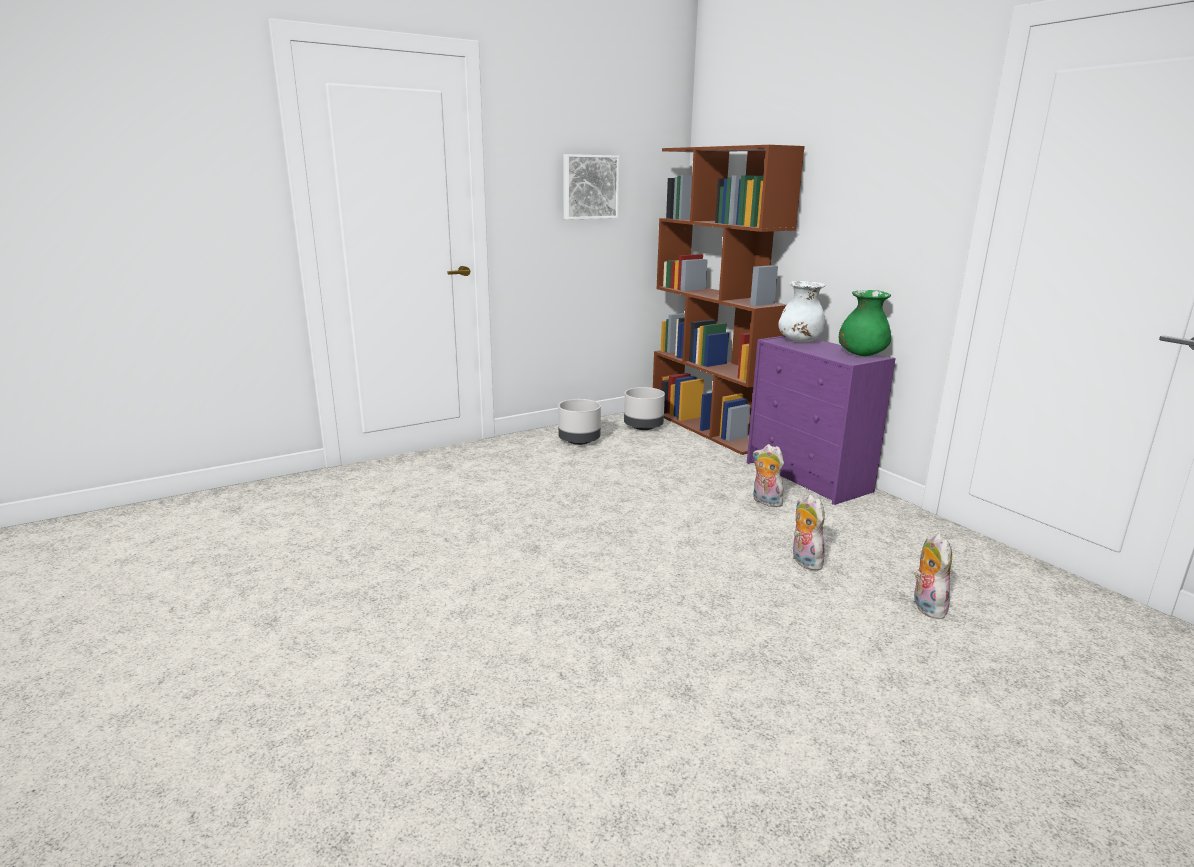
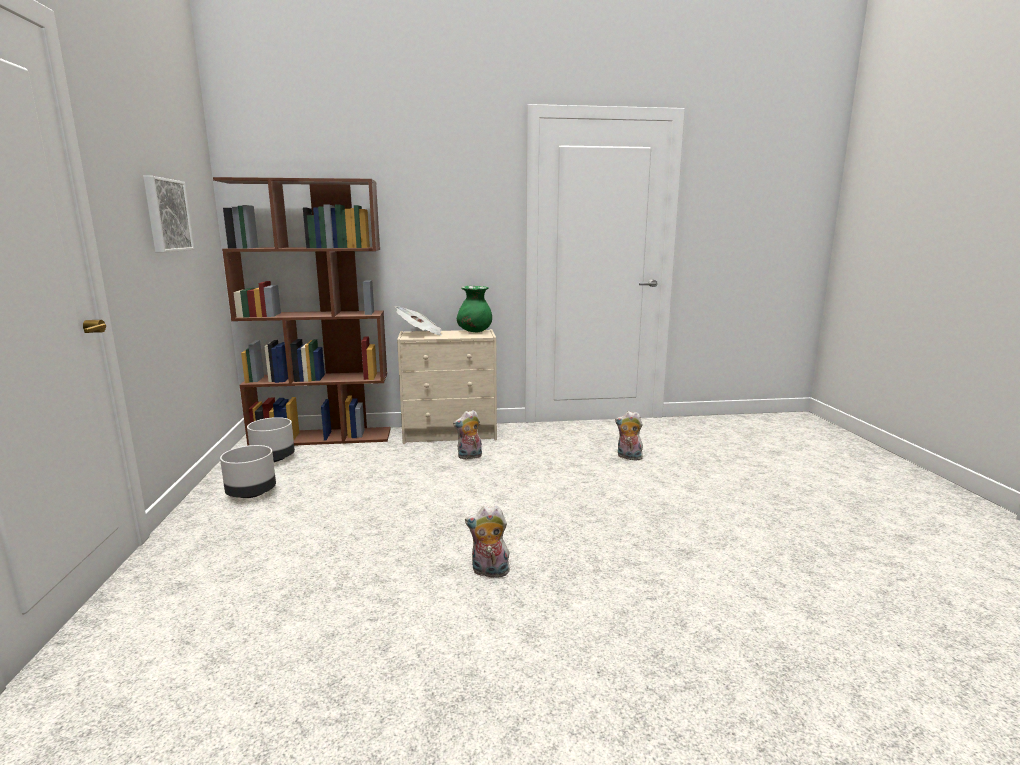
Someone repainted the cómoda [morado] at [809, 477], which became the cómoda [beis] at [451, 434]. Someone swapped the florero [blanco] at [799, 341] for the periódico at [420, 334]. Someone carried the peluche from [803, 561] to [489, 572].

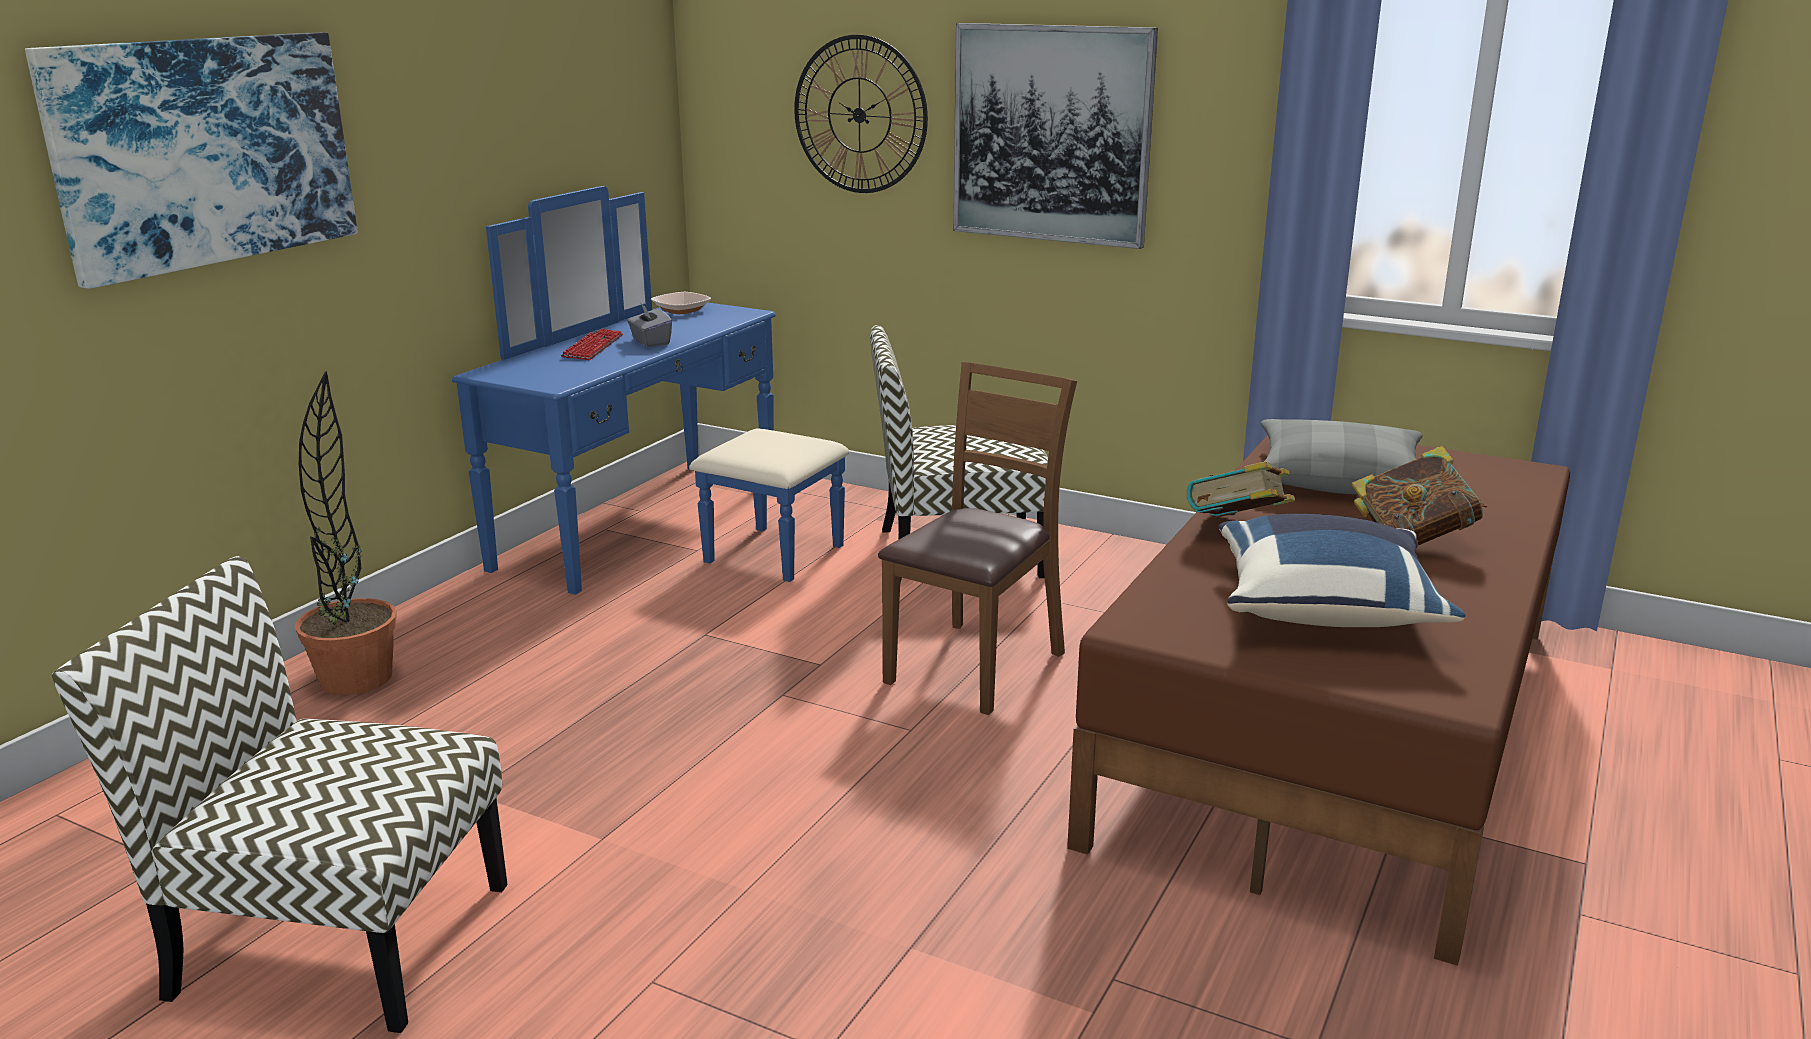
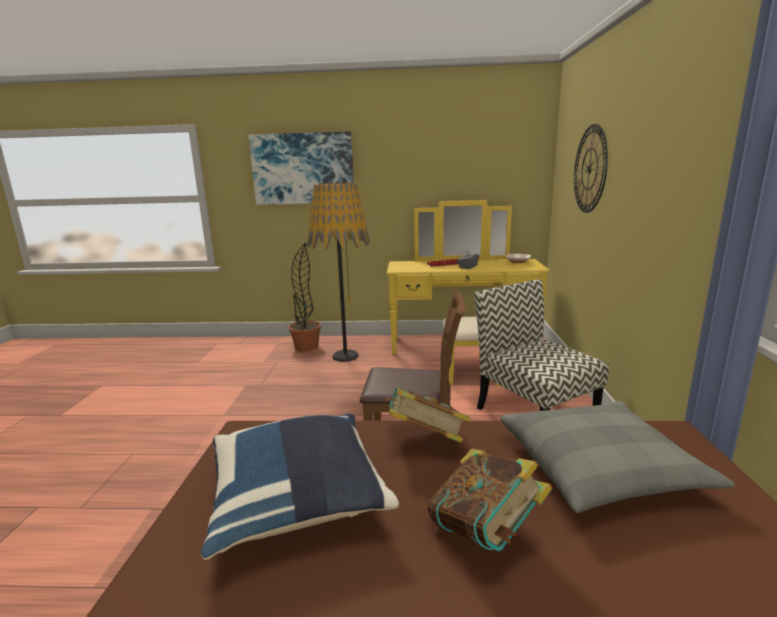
Someone took away the silla at [336, 939]. Someone repainted the cómoda [azul] at [671, 529], which became the cómoda [amarillo] at [465, 351]. Someone took away the cuadro at [1051, 134]. Someone put down the lámpara de pie at [345, 356].

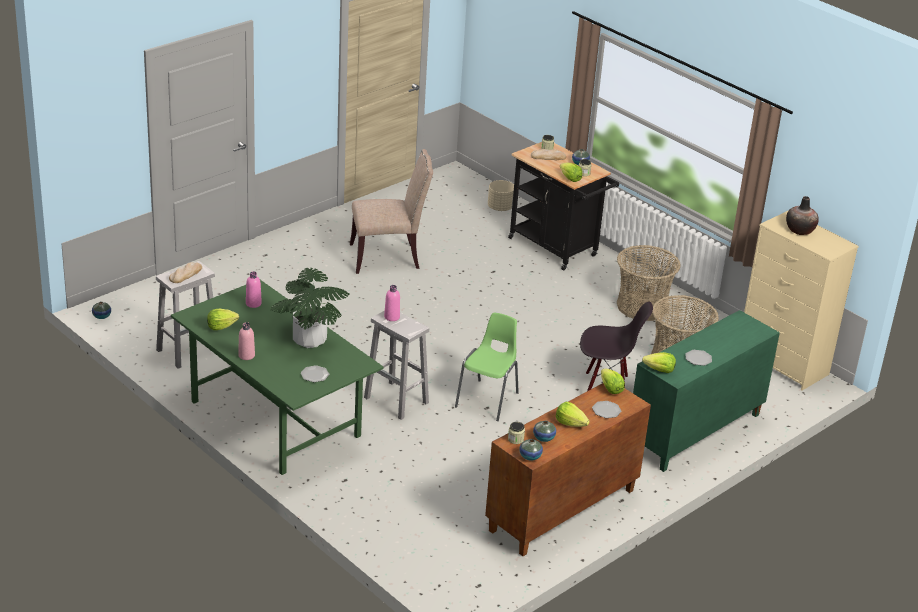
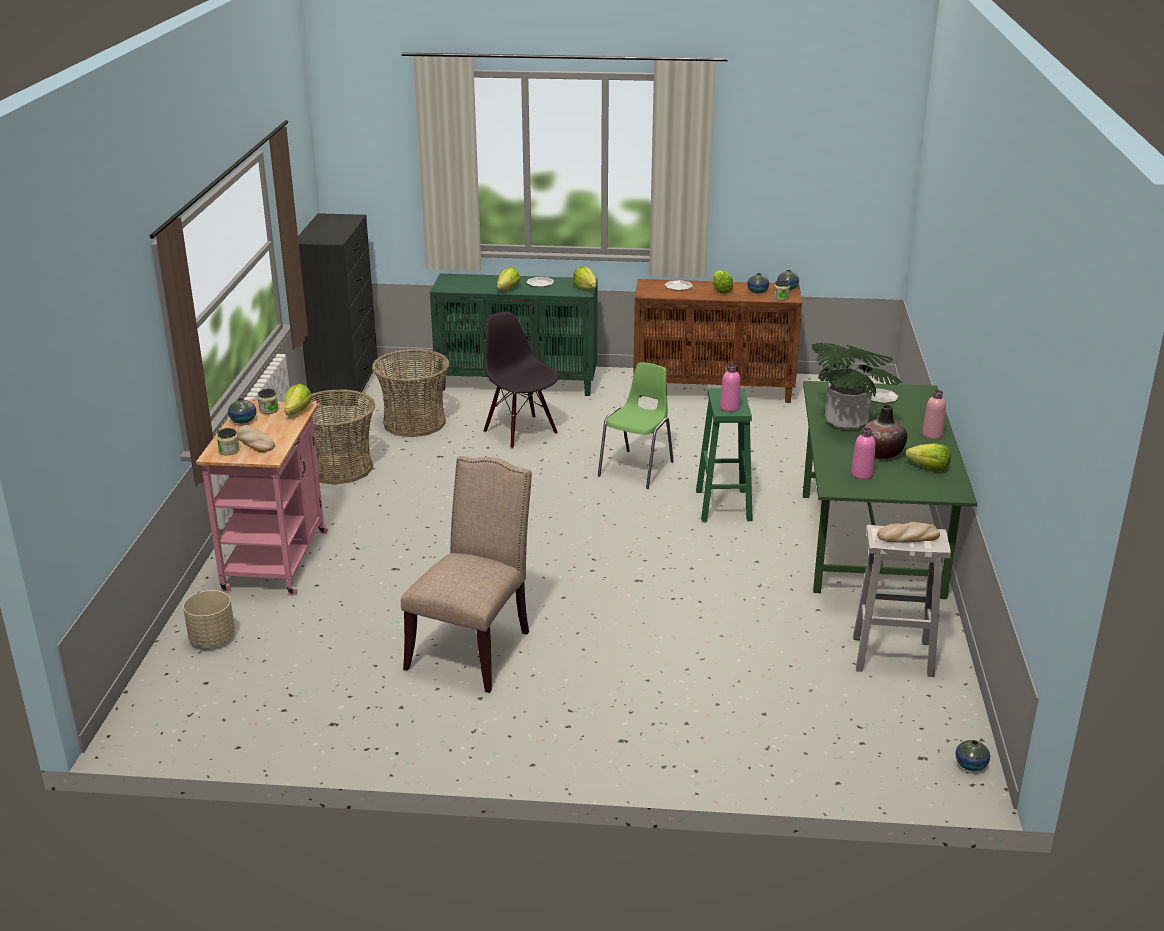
Someone rotated the silla [beis] at [388, 257] by 75 degrees clockwise. Someone repainted the taburete [blanco] at [397, 400], which became the taburete [verde] at [723, 505]. Someone rotated the silla [verde] at [488, 400] by 135 degrees clockwise. Someone repainted the carrito [negro] at [557, 249], which became the carrito [rosa] at [278, 556]. Someone carried the lechuga from [610, 389] to [508, 289]. Someone repainted the cómoda [beis] at [783, 364], which became the cómoda [negro] at [345, 385]. Someone carried the florero from [800, 230] to [882, 453].

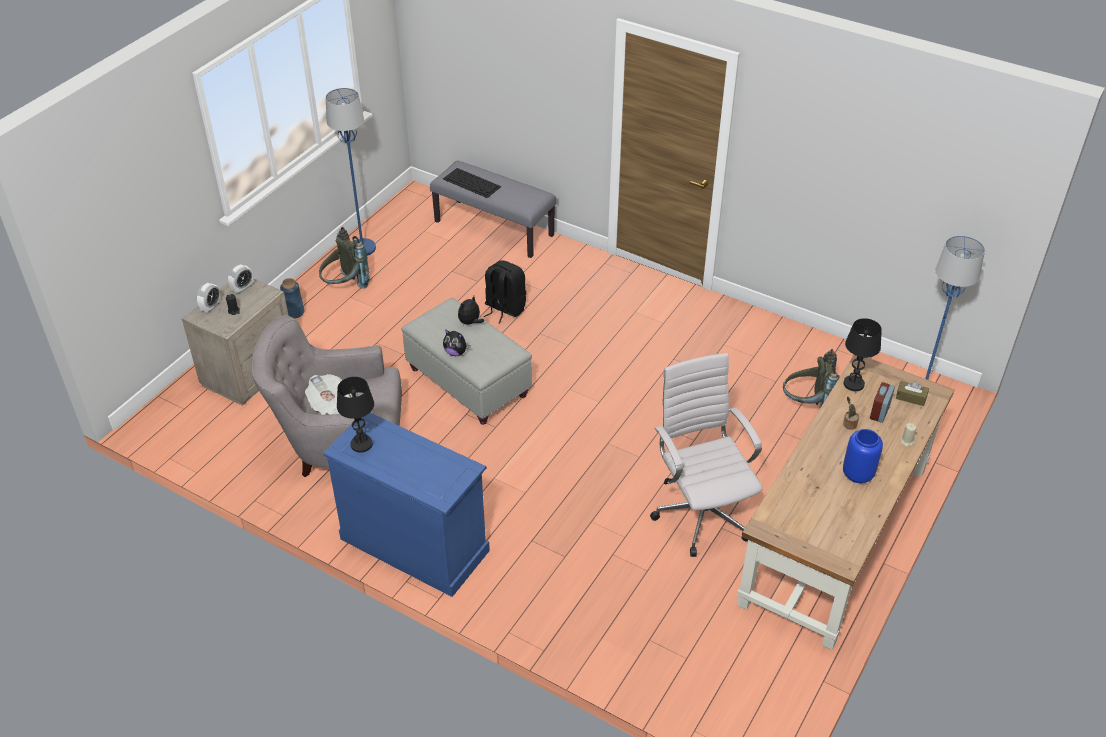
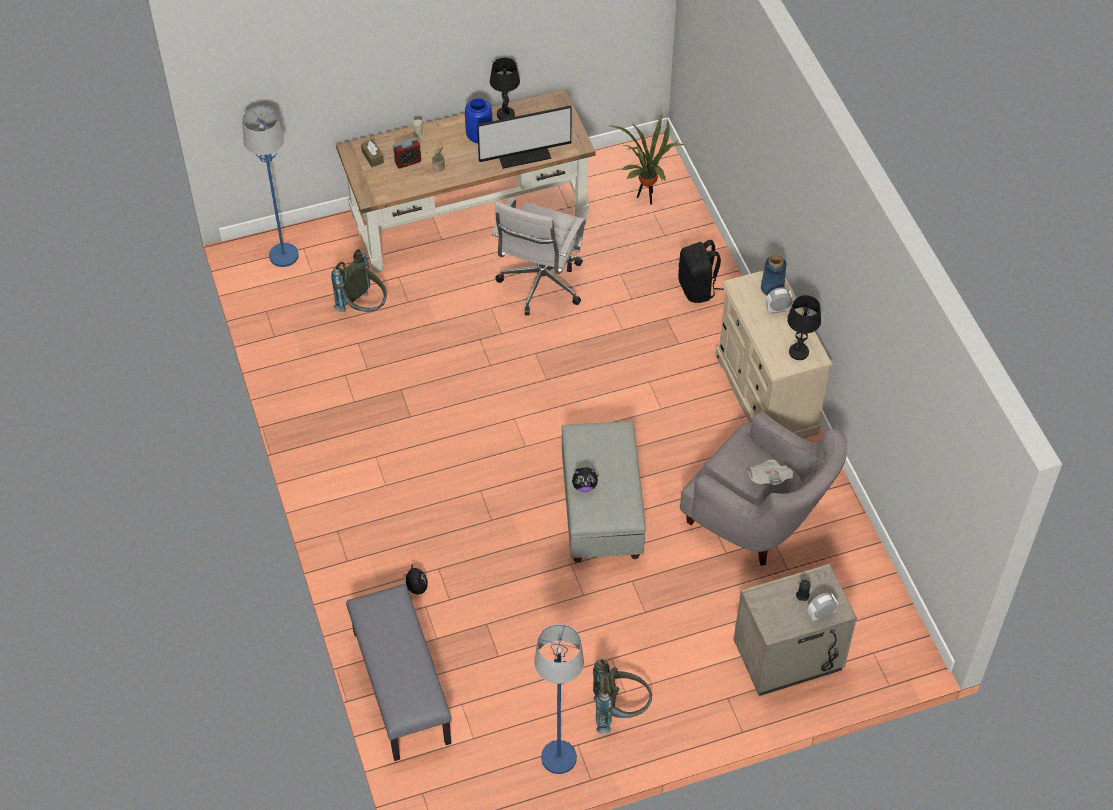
Someone carried the despertador from [242, 288] to [778, 309]. Someone carried the florero [azul] from [294, 312] to [772, 288]. Someone repainted the cómoda [azul] at [414, 544], which became the cómoda [beis] at [765, 394]. Someone took away the teclado at [472, 183]. Someone carried the peluche from [456, 352] to [415, 589]. Someone carried the mochila [negro] from [504, 309] to [697, 289]. Someone carried the lámpara de mesa [negro] from [853, 384] to [506, 114]. Someone put down the monitor at [523, 154]. Someone put down the planta en maceta at [645, 197].

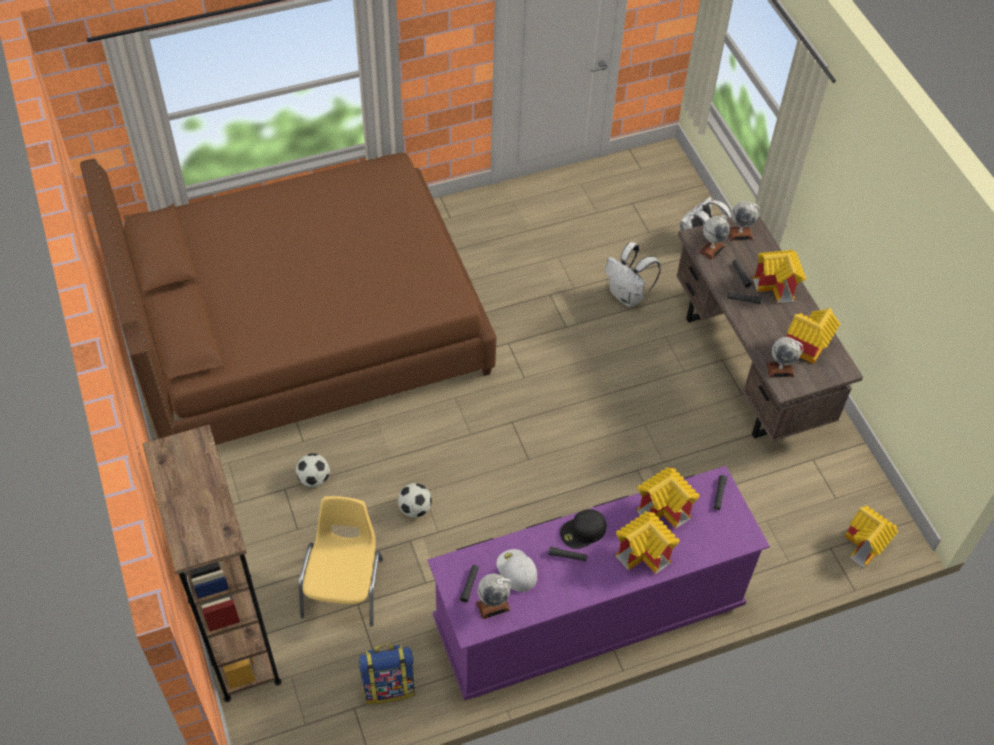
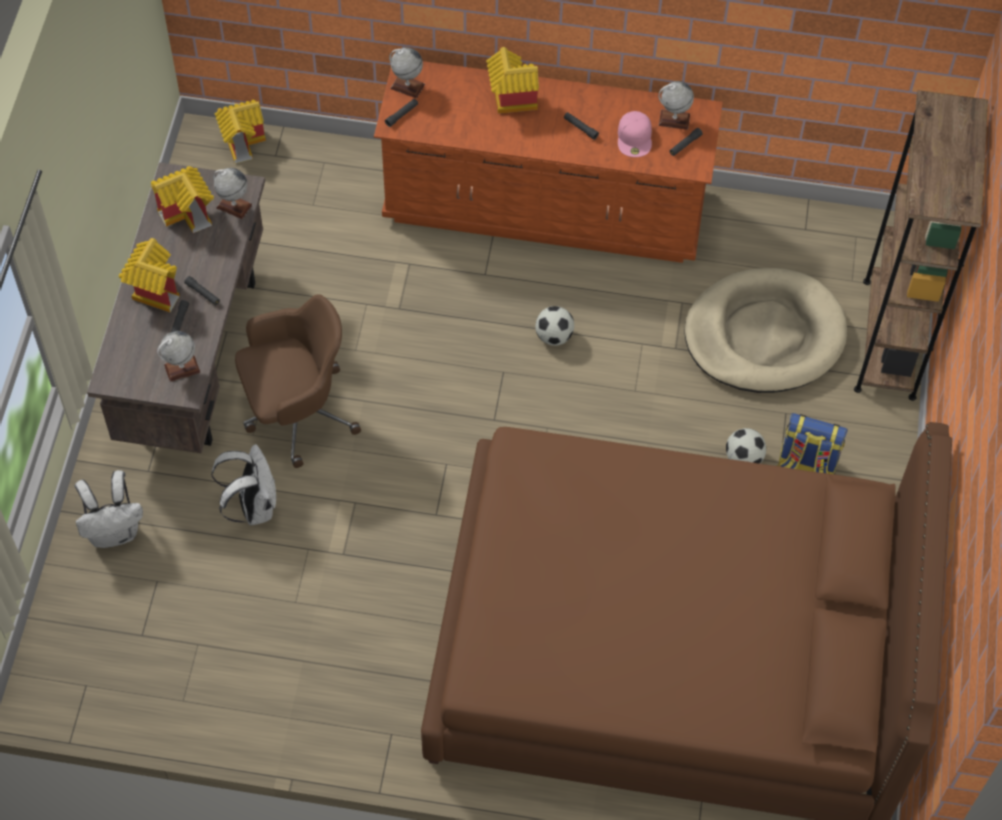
Someone swapped the silla [amarillo] at [344, 586] for the cama para perro [beis] at [764, 335]. Someone carried the mochila from [389, 685] to [805, 466]. Someone carried the balón de fútbol from [415, 508] to [554, 336]. Someone repainted the cómoda [morado] at [588, 614], which became the cómoda [marrón] at [544, 206]. Someone repainted the gorra [blanco] at [516, 570], which became the gorra [rosa] at [635, 137]. Someone took away the gorra [negro] at [583, 531]. Someone took away the casita at [665, 509]. Someone carried the globo terráqueo from [740, 233] to [407, 86]. Someone put down the silla de oficina [marrón] at [296, 413].

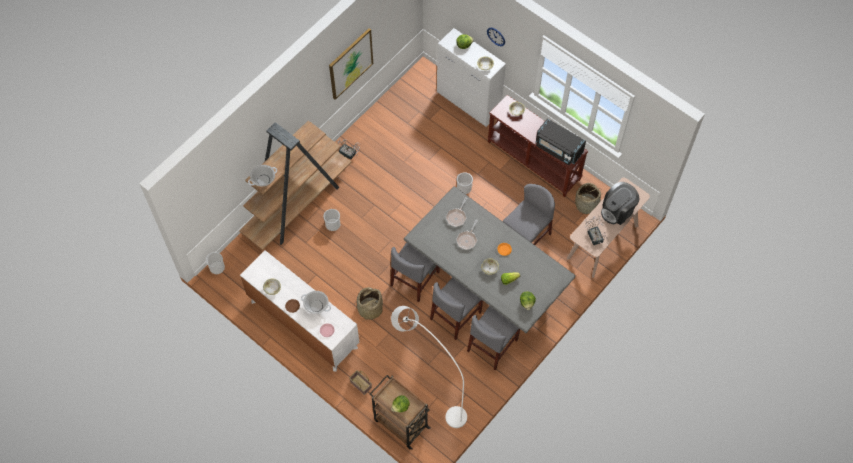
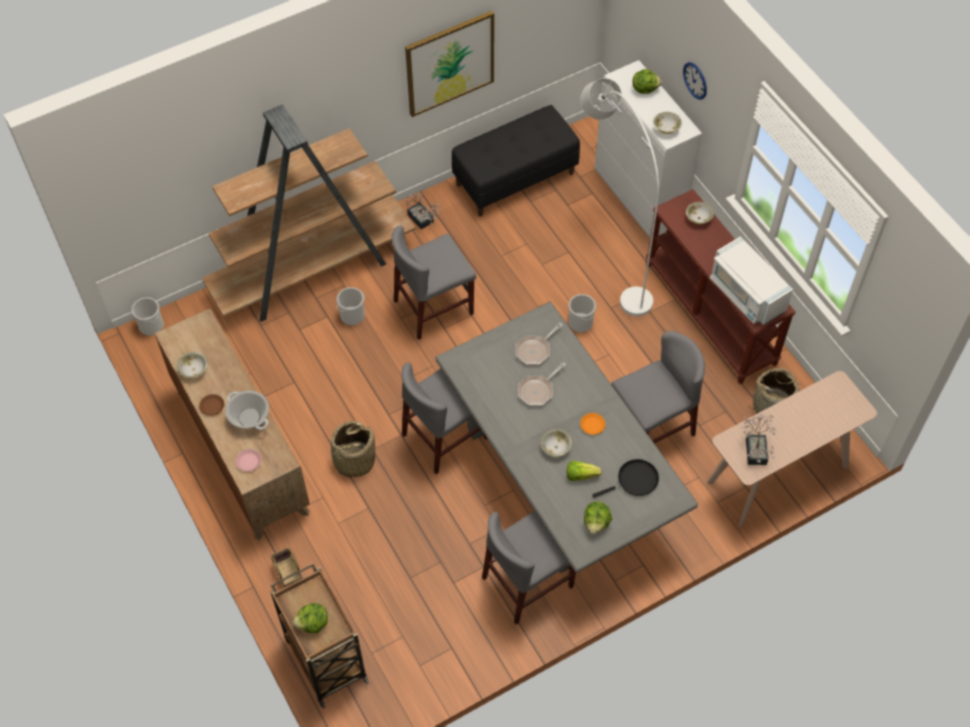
Someone repainted the cómoda [blanco] at [303, 324], which became the cómoda [marrón] at [241, 450]. Someone took away the olla at [263, 180]. Someone carried the lámpara de pie [blanco] from [428, 388] to [610, 256]. Someone carried the silla [gris] from [455, 315] to [433, 307]. Someone repainted the microondas [negro] at [558, 148], which became the microondas [blanco] at [746, 294]. Someone took away the cafetera at [617, 210]. Someone put down the banco [negro] at [515, 178]. Someone put down the sartén [negro] at [634, 480].

